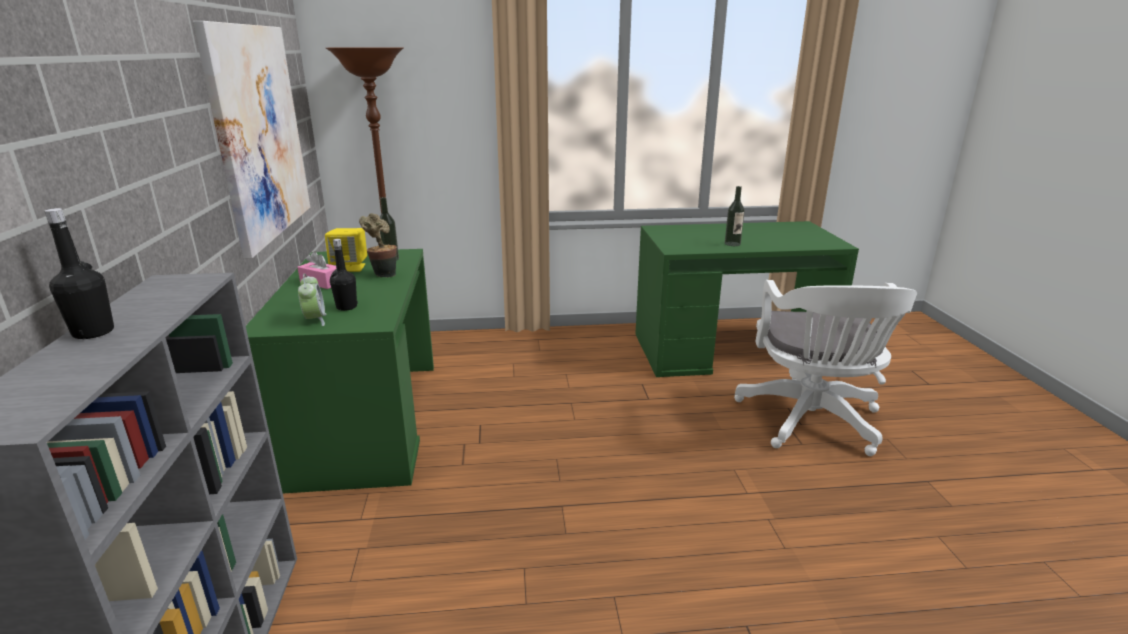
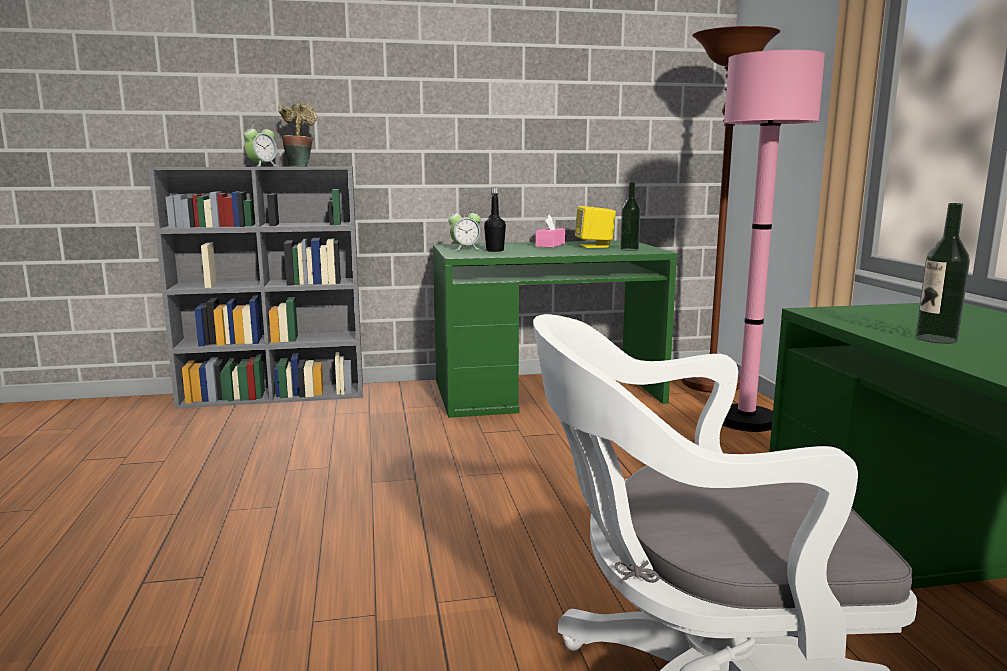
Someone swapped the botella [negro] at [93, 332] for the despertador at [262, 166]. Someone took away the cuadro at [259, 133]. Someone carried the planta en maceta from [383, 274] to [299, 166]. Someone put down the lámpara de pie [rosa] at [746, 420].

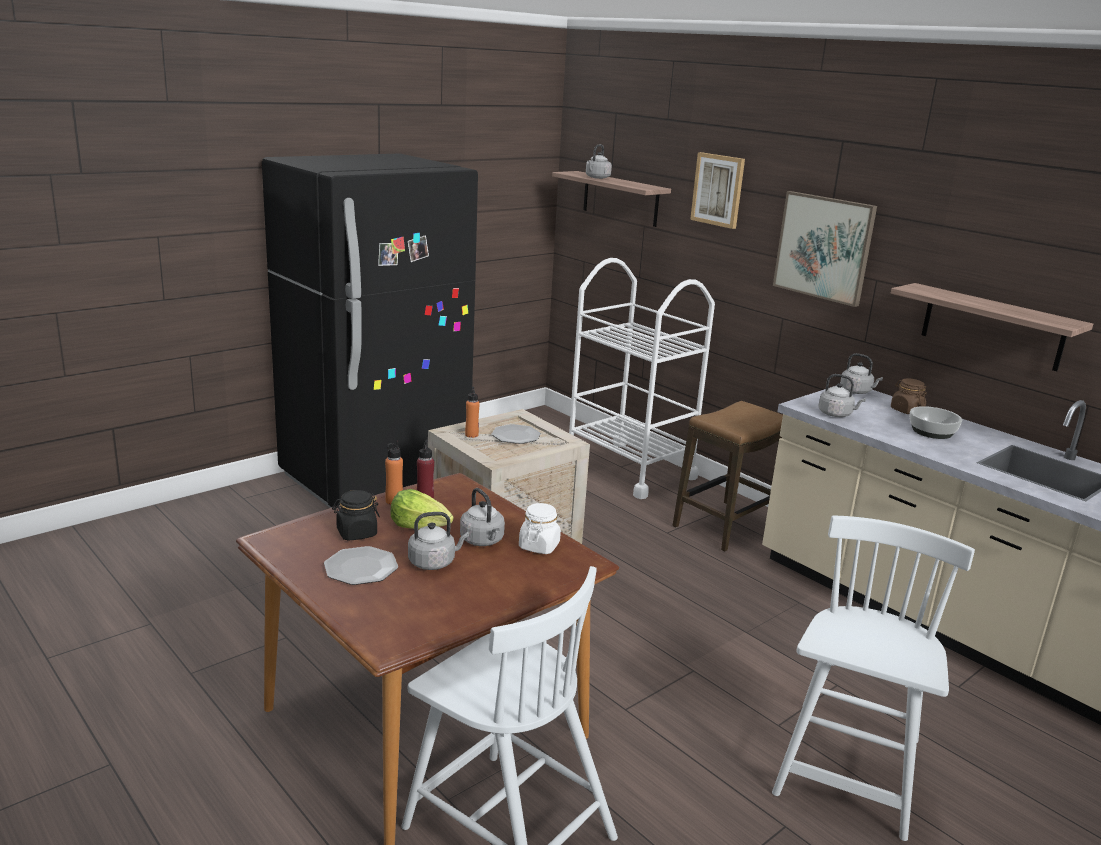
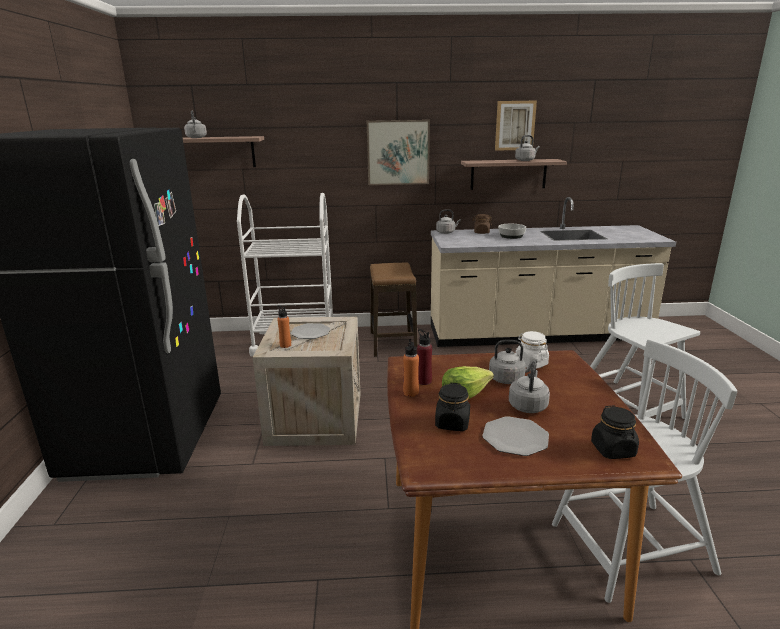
Someone carried the cuadro from [718, 190] to [514, 125]. Someone carried the hervidor [gris] from [837, 414] to [525, 160]. Someone put down the tarro [negro] at [613, 450].

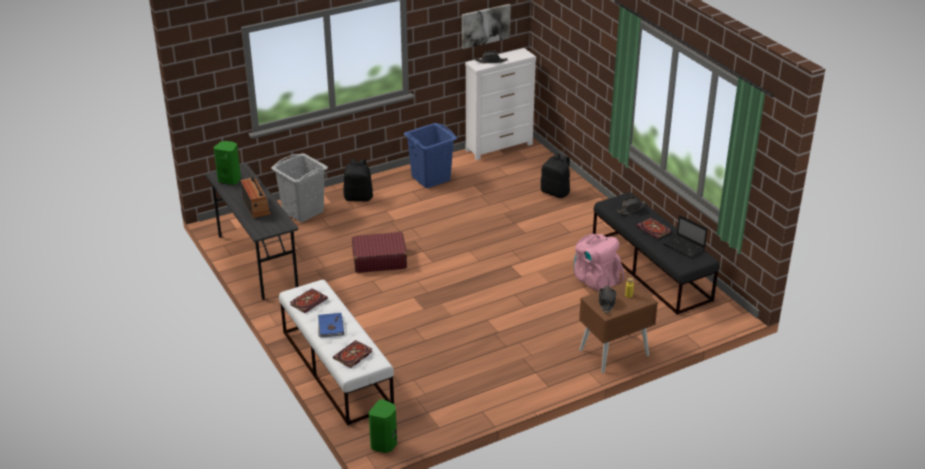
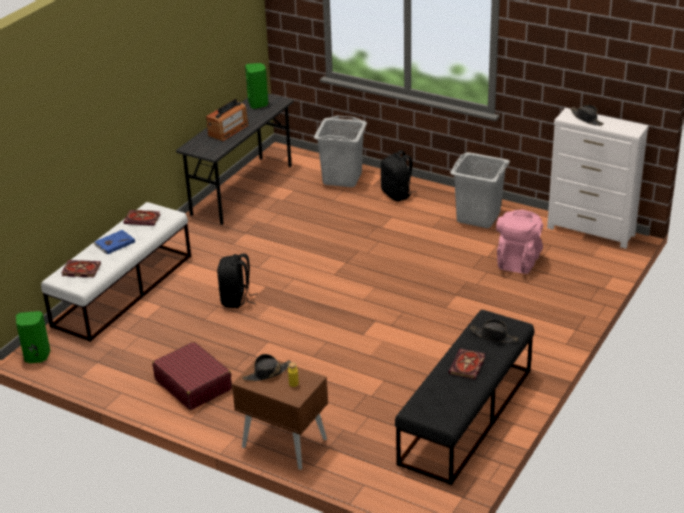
Someone carried the maleta [rojo] from [379, 260] to [193, 384]. Someone repainted the cesto de la ropa [azul] at [431, 178], which became the cesto de la ropa [gris] at [478, 217]. Someone took away the cuadro at [485, 25]. Someone carried the mochila [negro] from [555, 192] to [236, 299]. Someone carried the mochila [rosa] from [595, 280] to [518, 261]. Someone took away the portátil at [684, 247].

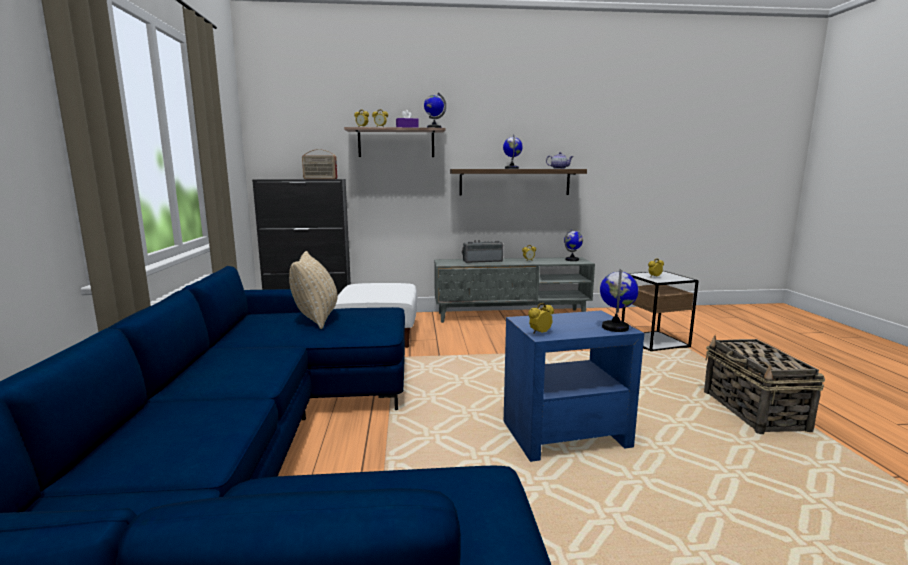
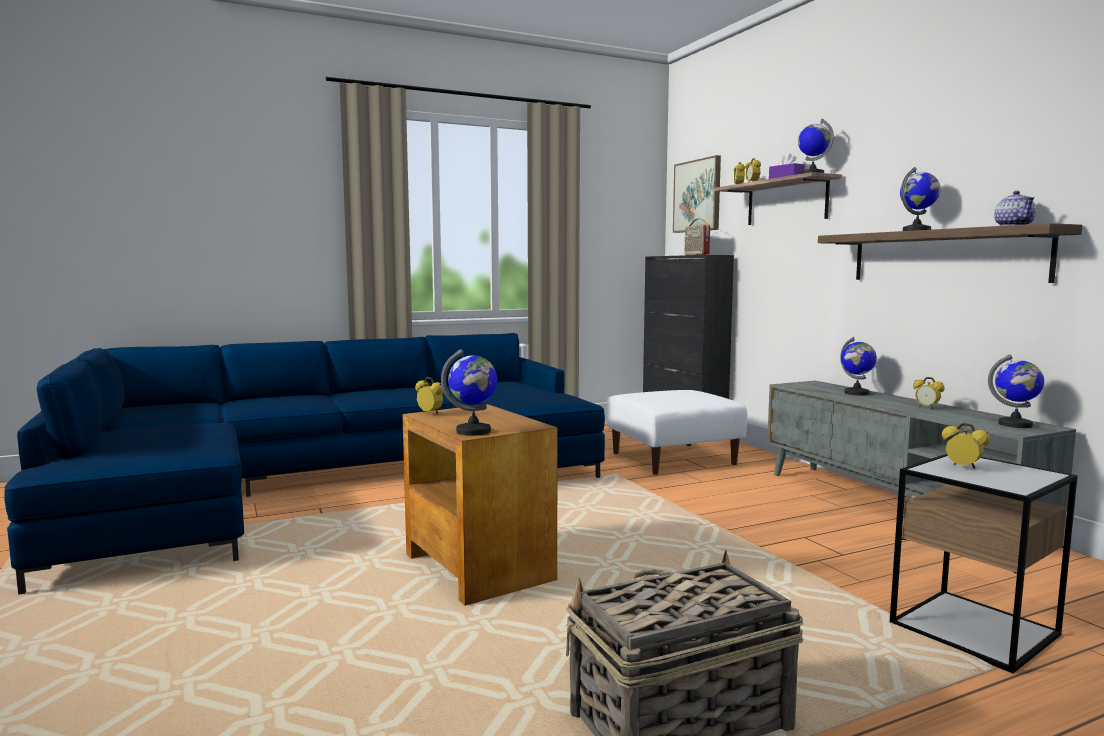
Someone took away the cojín [beis] at [316, 319]. Someone swapped the radio at [482, 261] for the globo terráqueo at [856, 393]. Someone repainted the mesa auxiliar [azul] at [564, 434], which became the mesa auxiliar [marrón] at [479, 567]. Someone put up the cuadro at [697, 196].

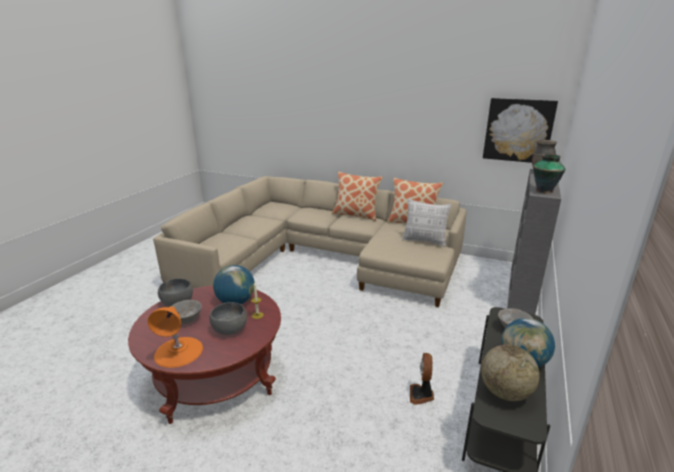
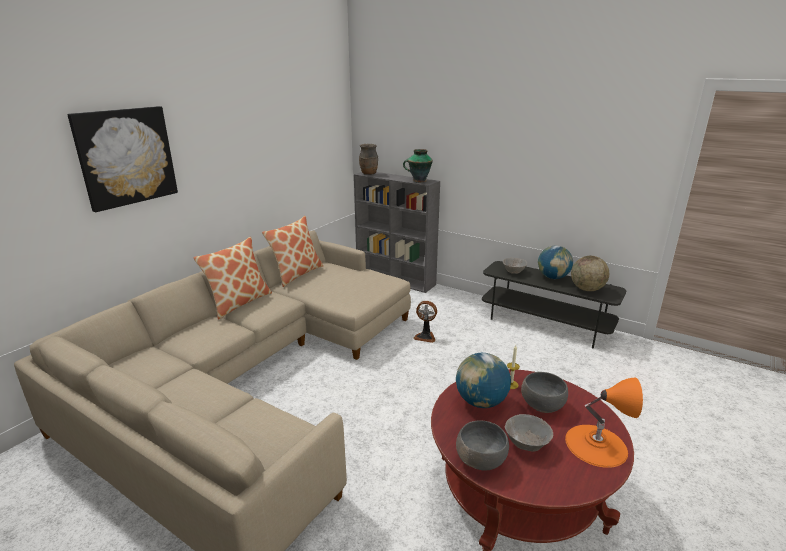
Someone took away the cojín at [424, 241]. Someone carried the ventilador from [421, 395] to [425, 336]. Someone carried the cuadro from [518, 130] to [126, 157].

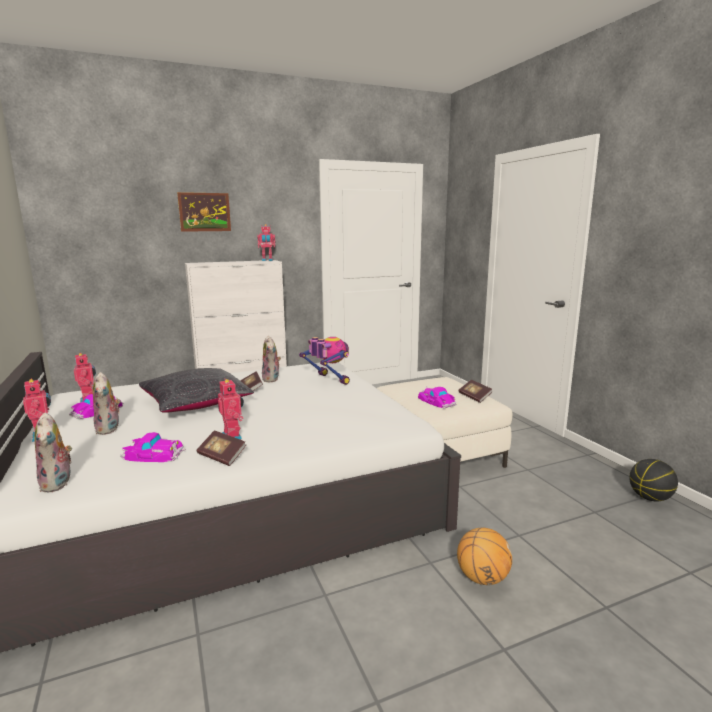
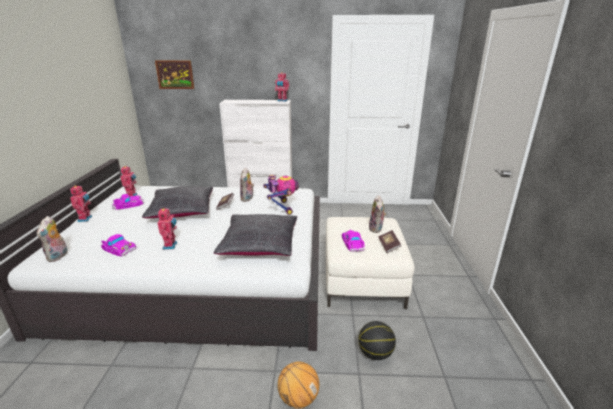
Someone carried the peluche from [109, 429] to [376, 229]. Someone carried the cuadro from [204, 212] to [175, 74]. Someone took away the libro at [222, 456]. Someone carried the balón de baloncesto from [649, 498] to [375, 353]. Someone put down the cojín [negro] at [259, 245].

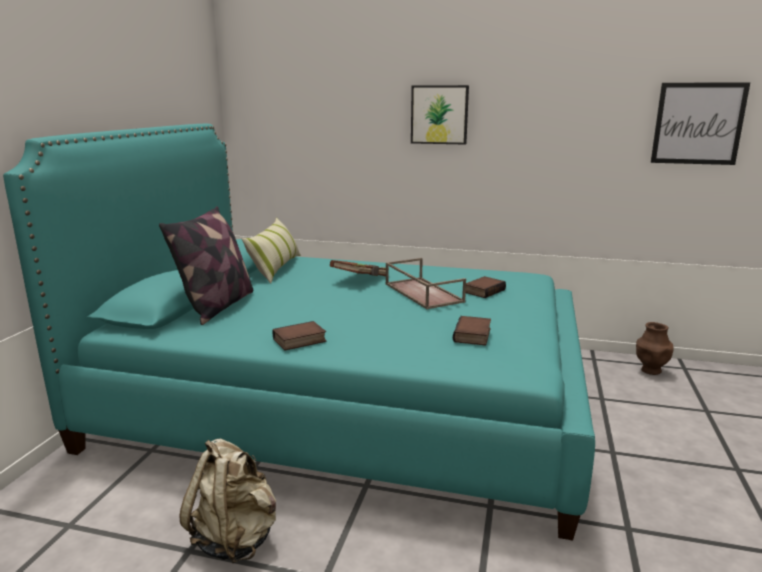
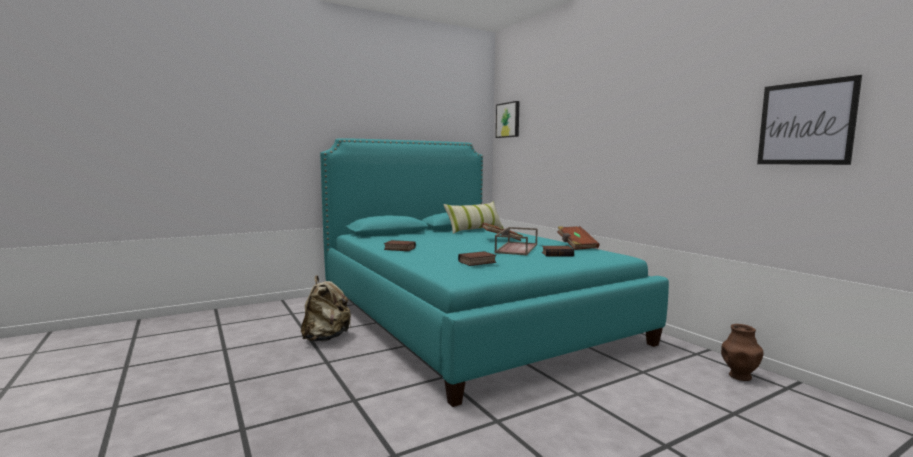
Someone took away the cojín at [217, 306]. Someone carried the cuadro from [439, 114] to [508, 120]. Someone put down the libro [marrón] at [576, 246].

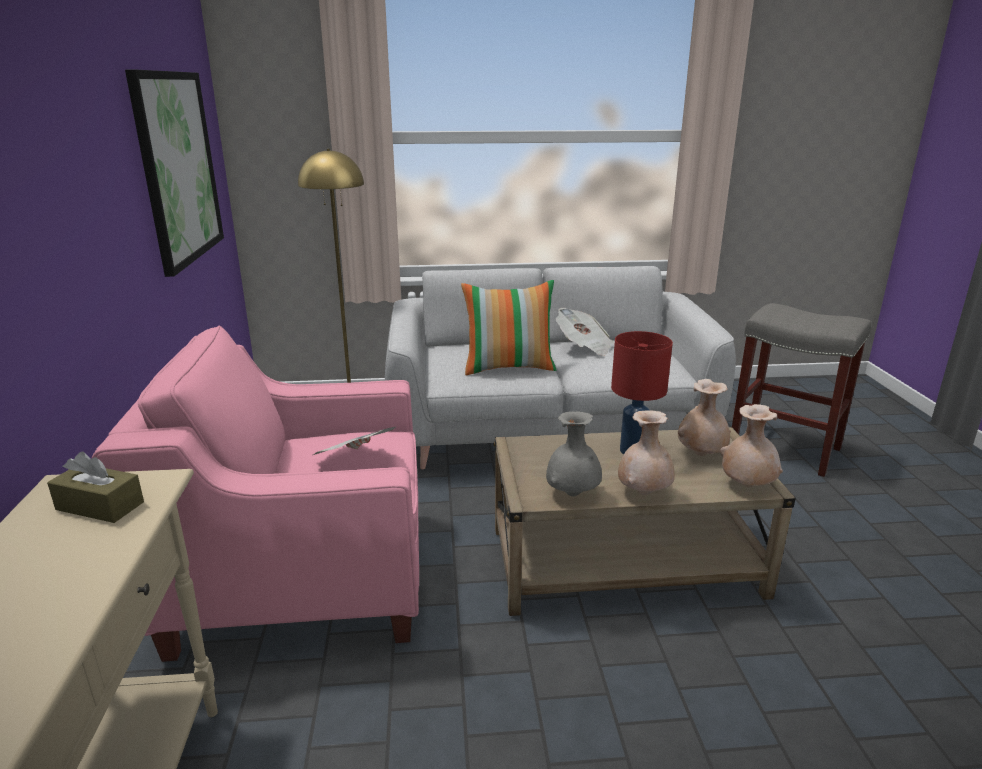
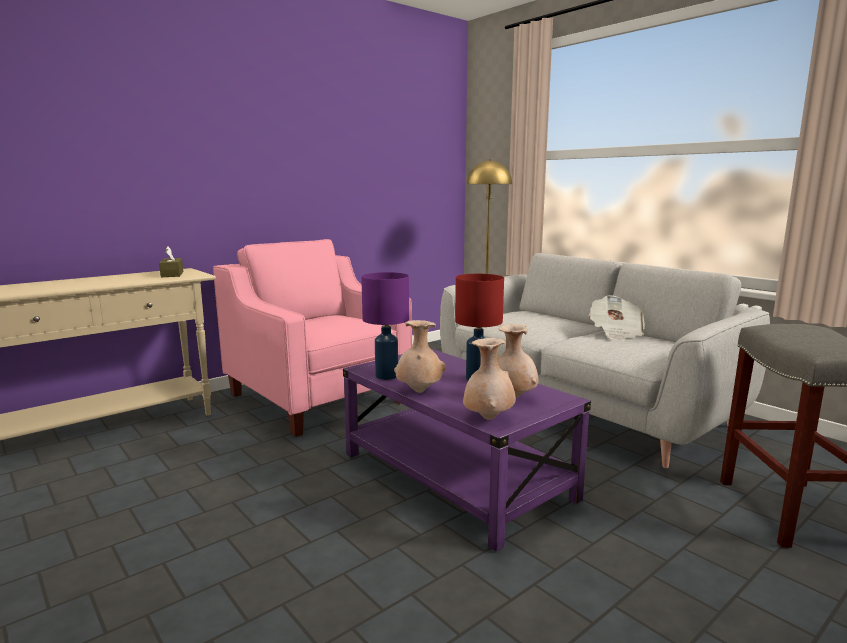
Someone took away the cuadro at [178, 168]. Someone took away the periódico at [355, 462]. Someone took away the cojín at [509, 367]. Someone repainted the mesa de centro [beis] at [624, 562], which became the mesa de centro [morado] at [455, 477]. Someone swapped the florero [gris] at [572, 494] for the lámpara de mesa [morado] at [386, 376].

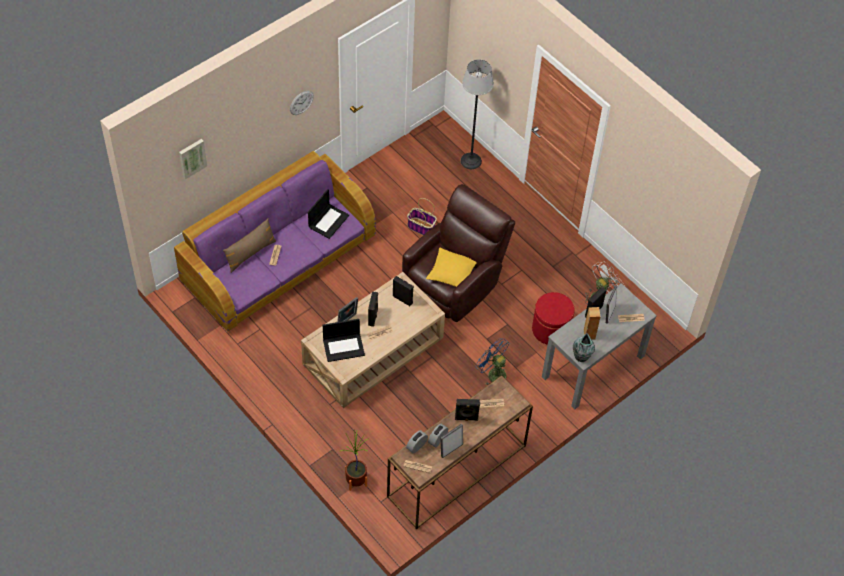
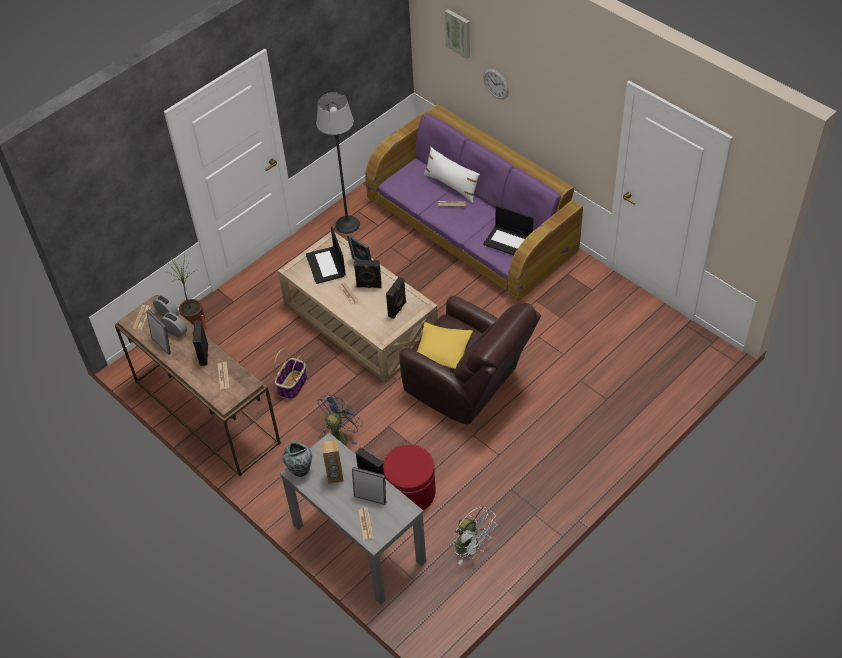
Someone repainted the cojín [marrón] at [250, 253], which became the cojín [blanco] at [451, 185]. Someone carried the reloj de pared from [301, 102] to [496, 84]. Someone carried the cesta from [422, 227] to [292, 385]. Someone carried the lámpara de pie from [471, 161] to [347, 224].

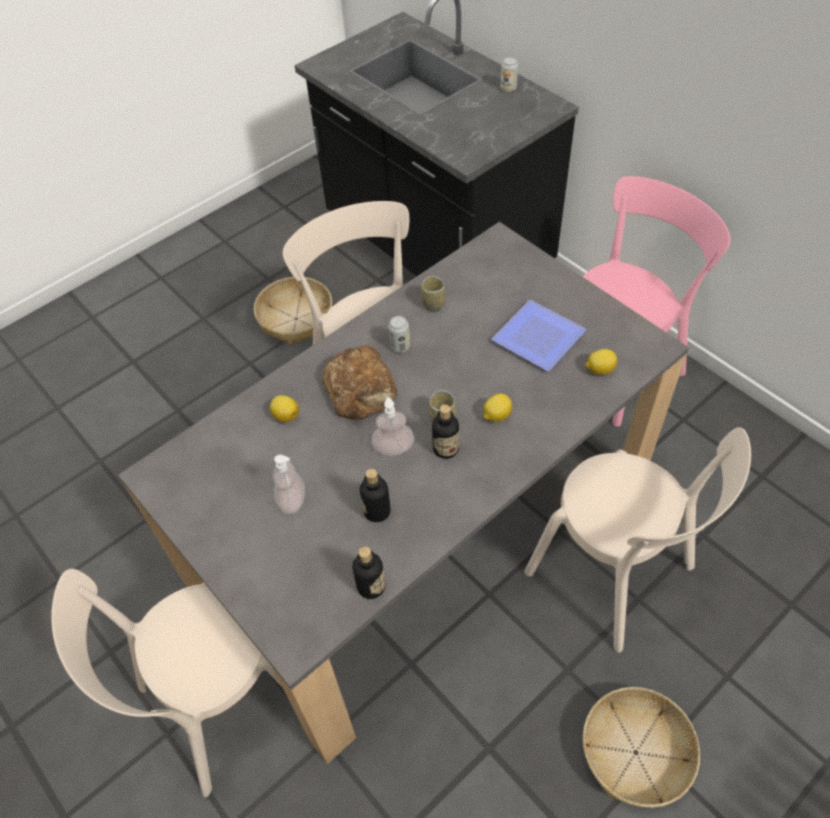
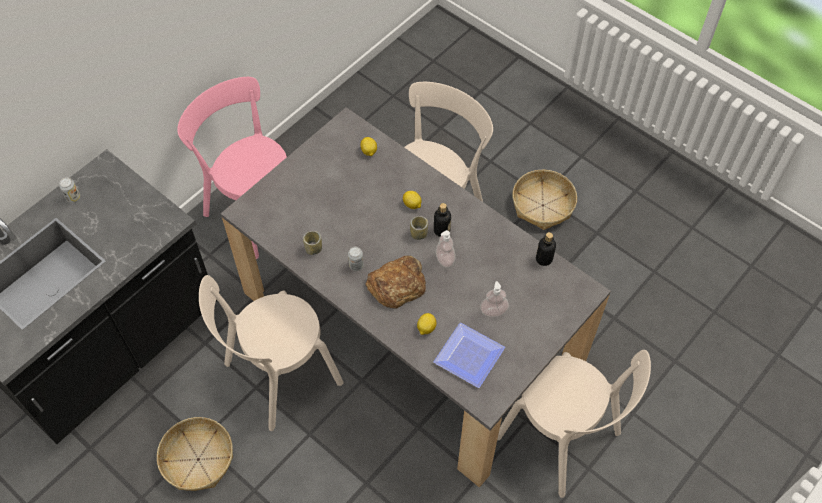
Someone took away the botella at [377, 511]. Someone carried the plato from [541, 337] to [468, 354].

